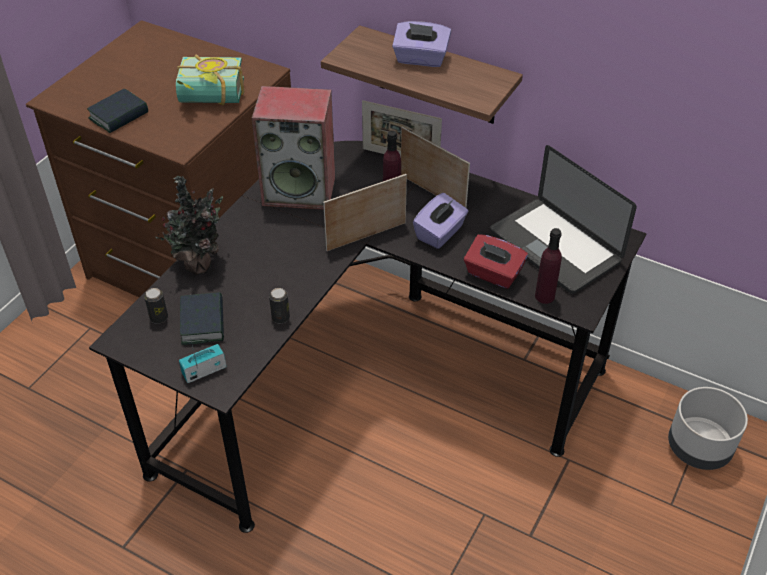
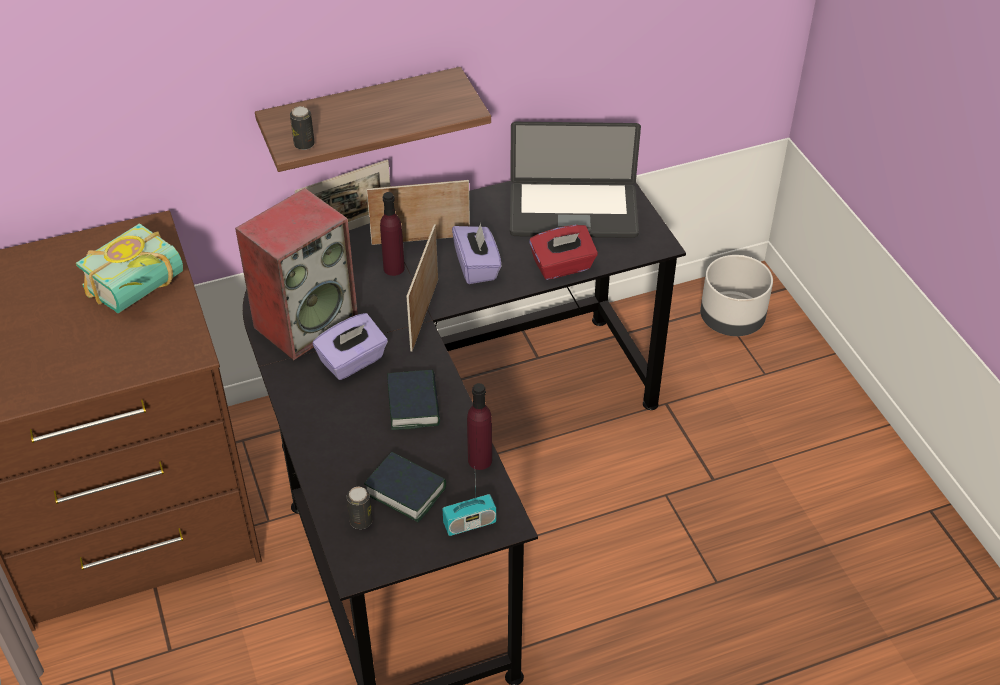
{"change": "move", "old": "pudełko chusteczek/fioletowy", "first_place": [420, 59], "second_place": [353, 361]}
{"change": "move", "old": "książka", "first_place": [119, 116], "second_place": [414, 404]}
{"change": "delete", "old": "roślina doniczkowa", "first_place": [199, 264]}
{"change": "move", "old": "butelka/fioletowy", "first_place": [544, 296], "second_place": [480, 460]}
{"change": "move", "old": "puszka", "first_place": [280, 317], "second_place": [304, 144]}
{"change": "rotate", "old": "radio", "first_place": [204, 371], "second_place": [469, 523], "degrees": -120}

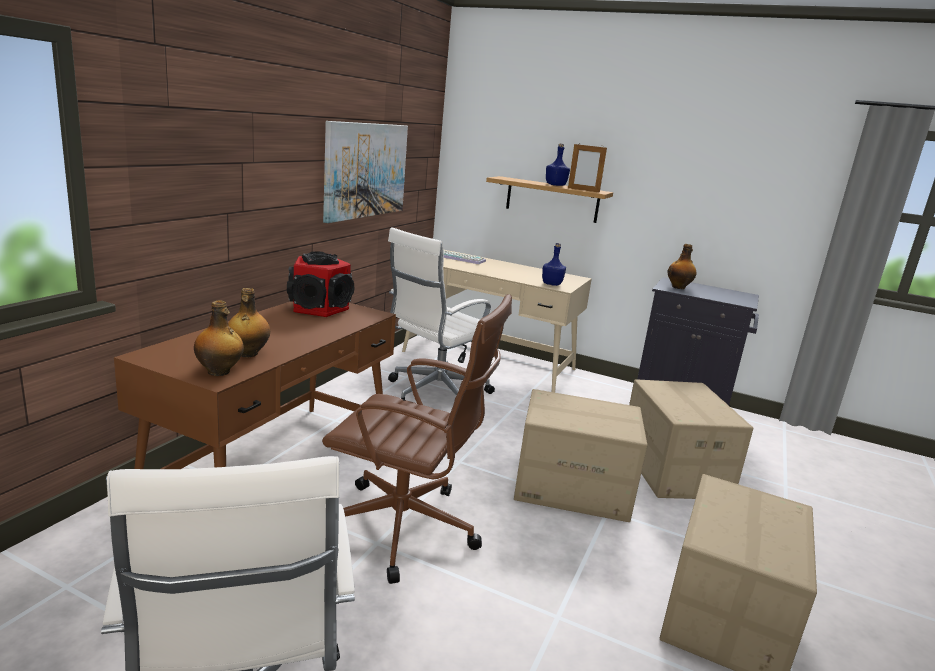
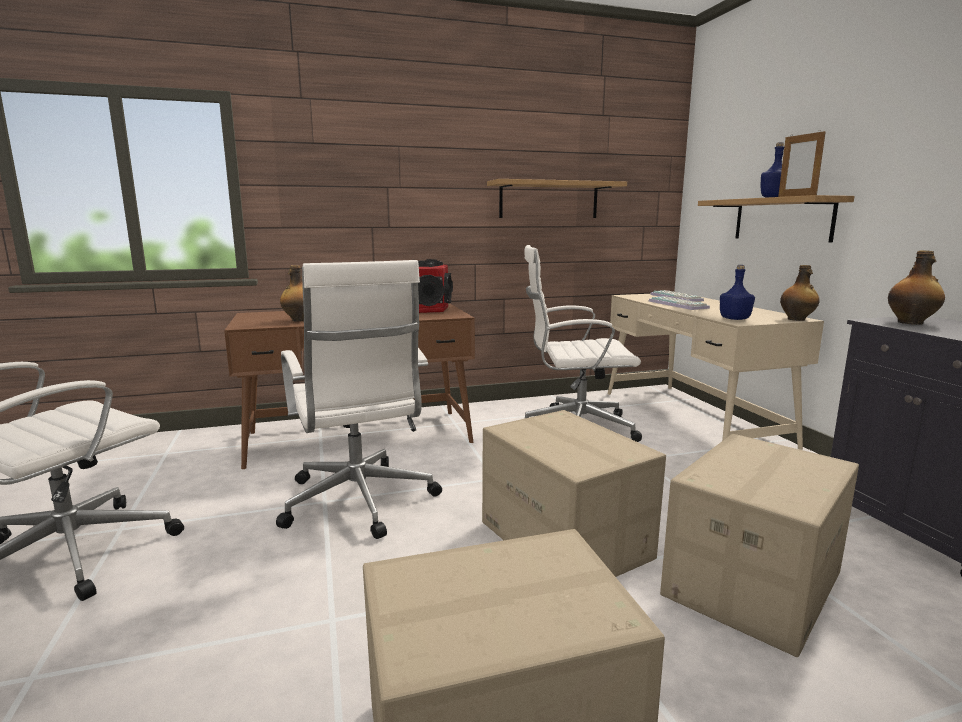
{"change": "replace", "old": "obraz", "new": "półka", "first_place": [366, 170], "second_place": [549, 200]}
{"change": "recolor", "old": "krzesło biurowe/brązowy", "new": "krzesło biurowe/biały", "first_place": [405, 529], "second_place": [359, 502]}
{"change": "move", "old": "butelka", "first_place": [219, 372], "second_place": [796, 319]}
{"change": "insert", "new": "klawiatura", "second_place": [679, 304]}

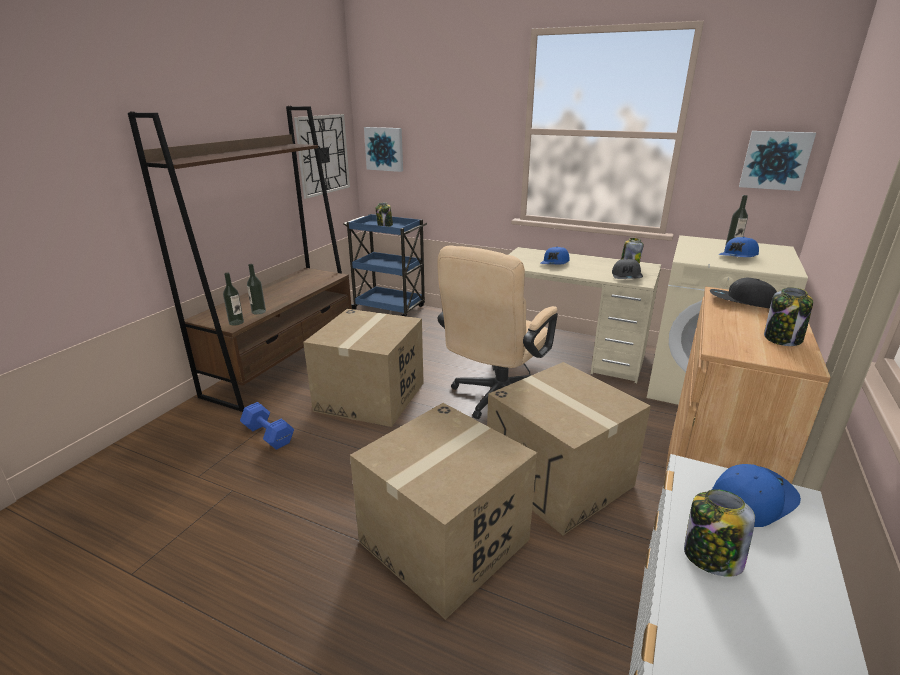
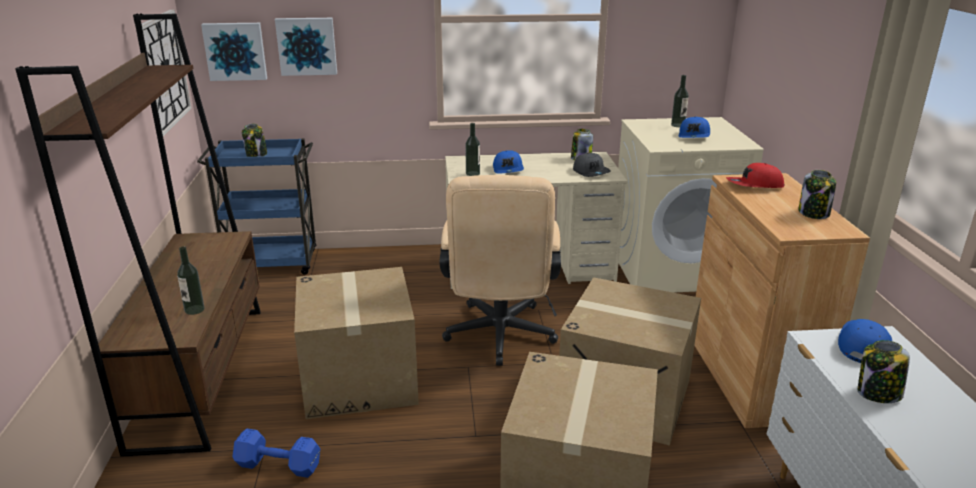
{"change": "move", "old": "obraz", "first_place": [775, 160], "second_place": [307, 46]}
{"change": "move", "old": "butelka", "first_place": [236, 322], "second_place": [472, 173]}
{"change": "recolor", "old": "czapka z daszkiem/czarny", "new": "czapka z daszkiem/czerwony", "first_place": [741, 302], "second_place": [754, 185]}

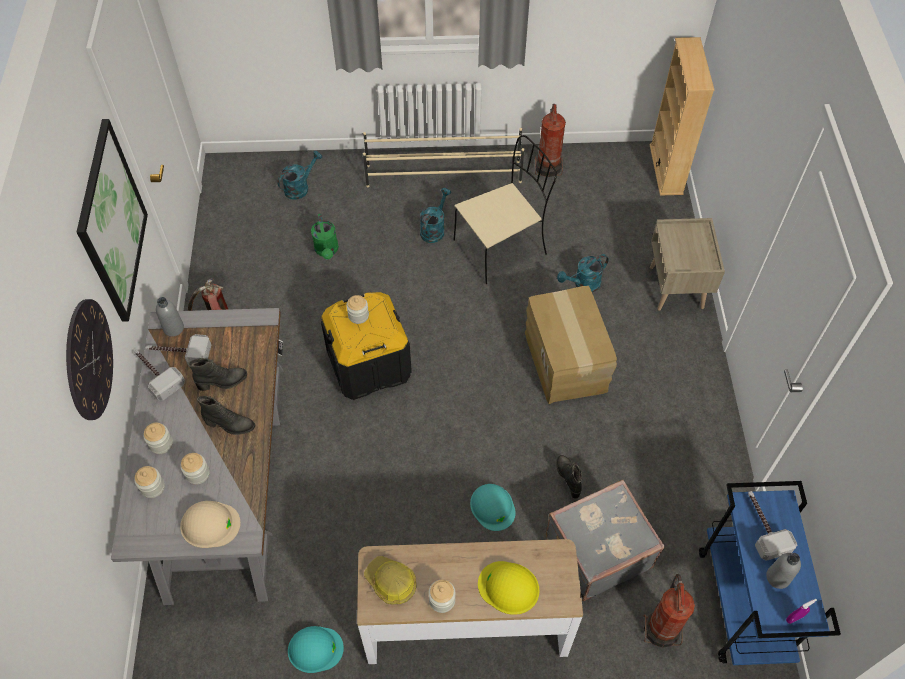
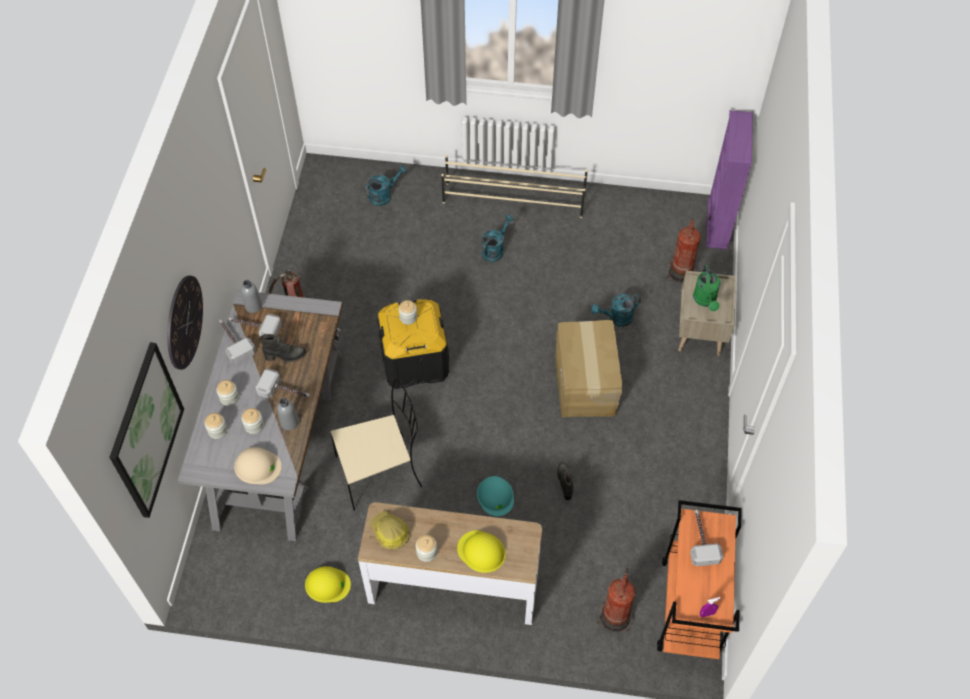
{"change": "recolor", "old": "regał/beżowy", "new": "regał/fioletowy", "first_place": [666, 169], "second_place": [718, 223]}
{"change": "move", "old": "gaśnica", "first_place": [548, 166], "second_place": [681, 272]}
{"change": "move", "old": "obraz", "first_place": [112, 222], "second_place": [146, 431]}
{"change": "move", "old": "krzesło/beżowy", "first_place": [502, 246], "second_place": [381, 471]}
{"change": "move", "old": "konewka/zielony", "first_place": [327, 251], "second_place": [705, 300]}
{"change": "replace", "old": "but z cholewką/czarny", "new": "młotek", "first_place": [230, 425], "second_place": [285, 391]}
{"change": "delete", "old": "walizka/szary", "first_place": [596, 550]}
{"change": "recolor", "old": "wózek/niebieski", "new": "wózek/pomarańczowy", "first_place": [744, 604], "second_place": [690, 609]}
{"change": "move", "old": "butelka/szary", "first_place": [778, 577], "second_place": [289, 422]}
{"change": "recolor", "old": "kask/turkusowy", "new": "kask/żółty", "first_place": [315, 649], "second_place": [327, 584]}

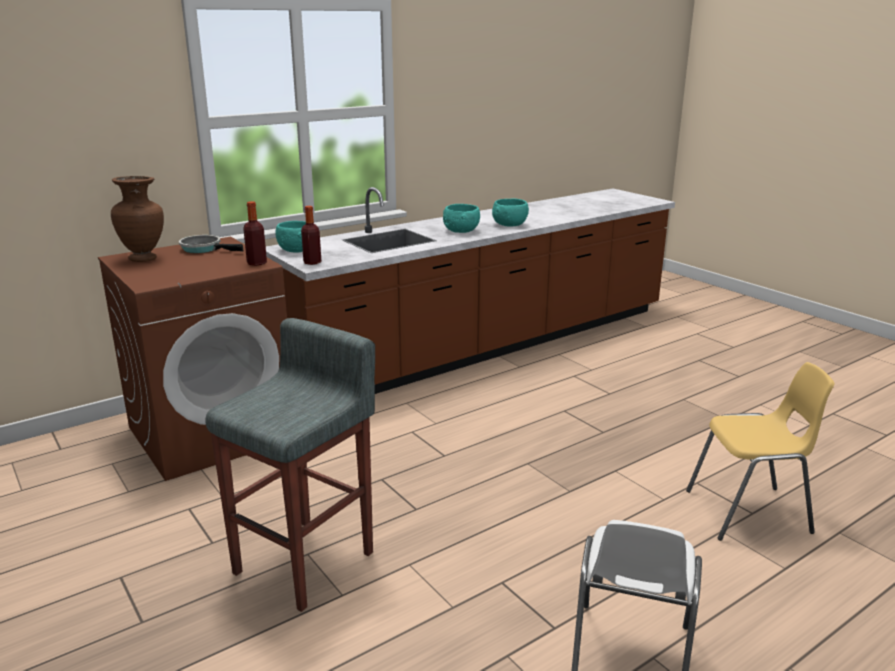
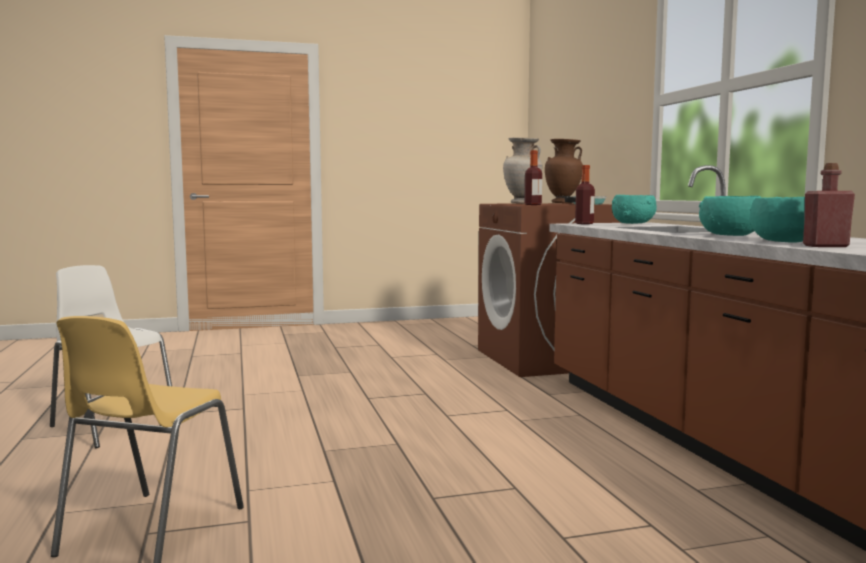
{"change": "delete", "old": "stołek/szary", "first_place": [307, 562]}
{"change": "insert", "new": "wazon/beżowy", "second_place": [521, 203]}
{"change": "insert", "new": "butelka/czerwony", "second_place": [825, 246]}

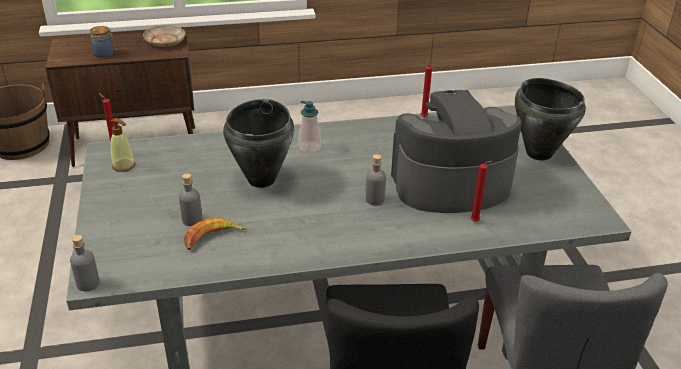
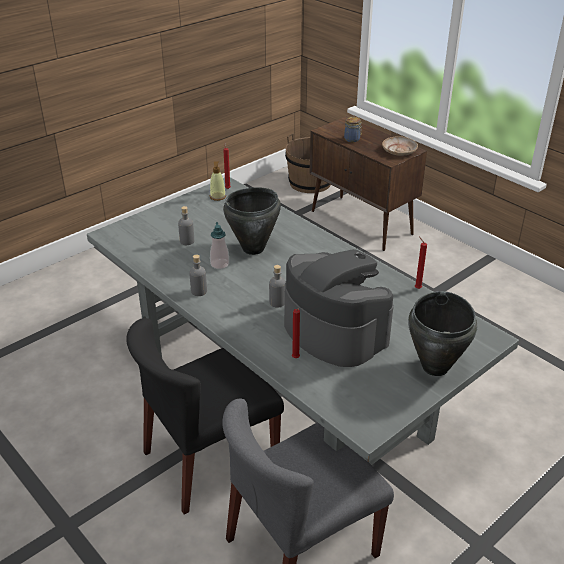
{"change": "move", "old": "dozownik mydła", "first_place": [309, 148], "second_place": [219, 264]}
{"change": "delete", "old": "banan", "first_place": [212, 238]}
{"change": "move", "old": "butelka/szary", "first_place": [88, 283], "second_place": [199, 291]}

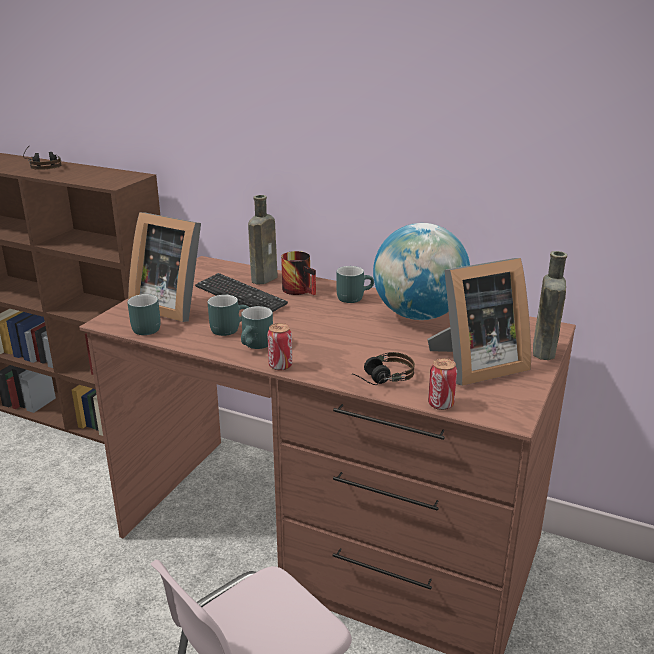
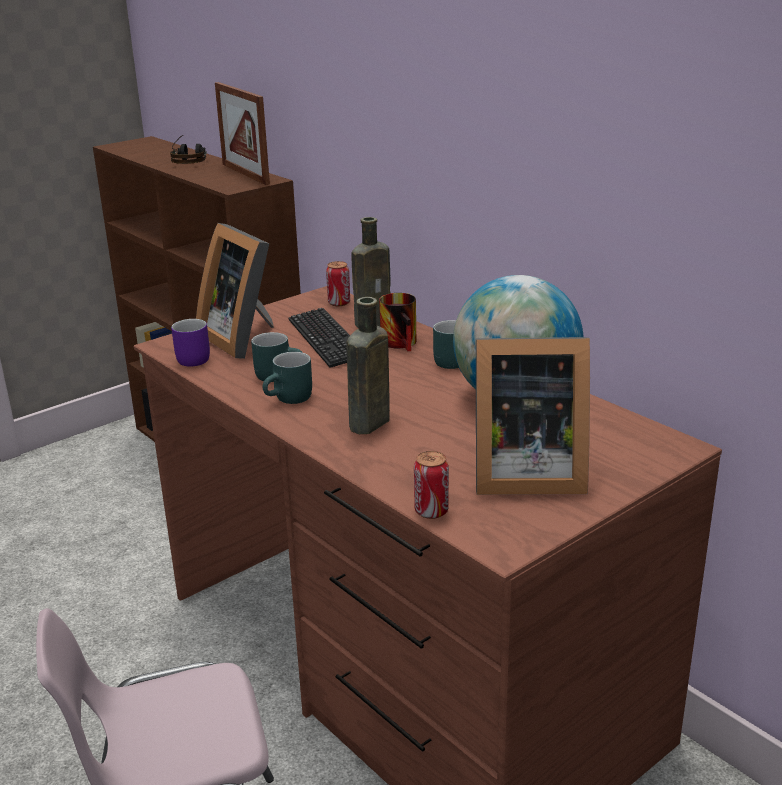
{"change": "move", "old": "butelka/brązowy", "first_place": [544, 352], "second_place": [367, 425]}
{"change": "recolor", "old": "kubek/turkusowy", "new": "kubek/fioletowy", "first_place": [143, 328], "second_place": [192, 358]}
{"change": "move", "old": "puszka", "first_place": [280, 366], "second_place": [339, 303]}
{"change": "delete", "old": "słuchawki", "first_place": [379, 379]}
{"change": "insert", "new": "ramka na zdjęcie", "second_place": [245, 174]}

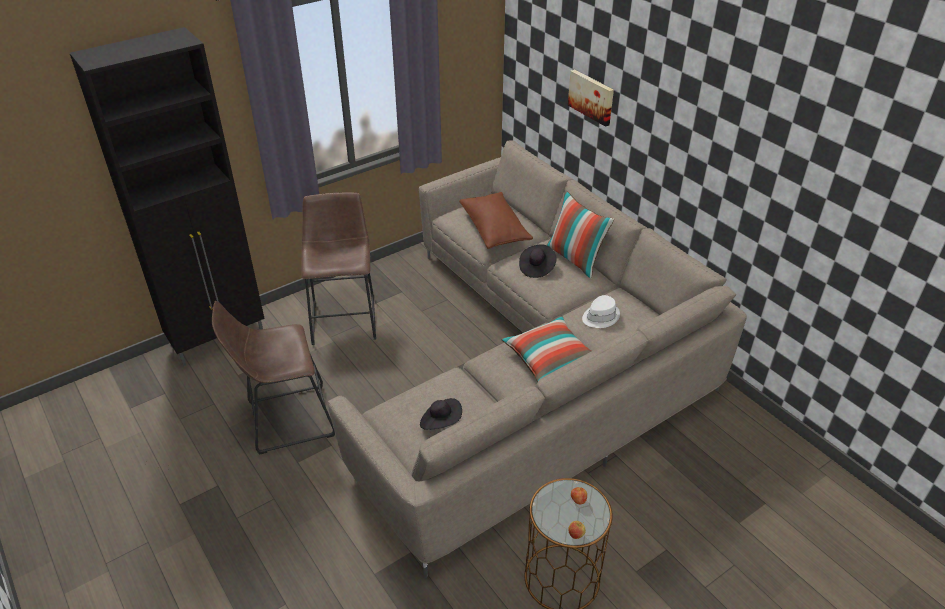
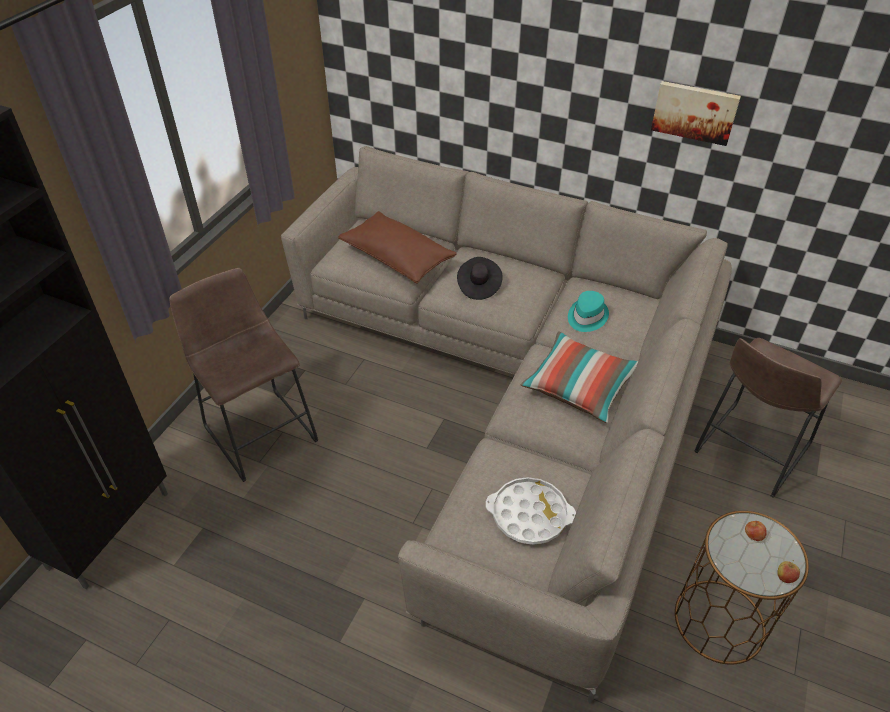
{"change": "move", "old": "obraz", "first_place": [591, 97], "second_place": [695, 112]}
{"change": "delete", "old": "poduszka", "first_place": [575, 259]}
{"change": "recolor", "old": "kapelusz/biały", "new": "kapelusz/turkusowy", "first_place": [600, 316], "second_place": [586, 317]}
{"change": "move", "old": "stołek/brązowy", "first_place": [285, 420], "second_place": [748, 452]}
{"change": "replace", "old": "kapelusz/czarny", "new": "taca/biały", "first_place": [441, 422], "second_place": [529, 515]}

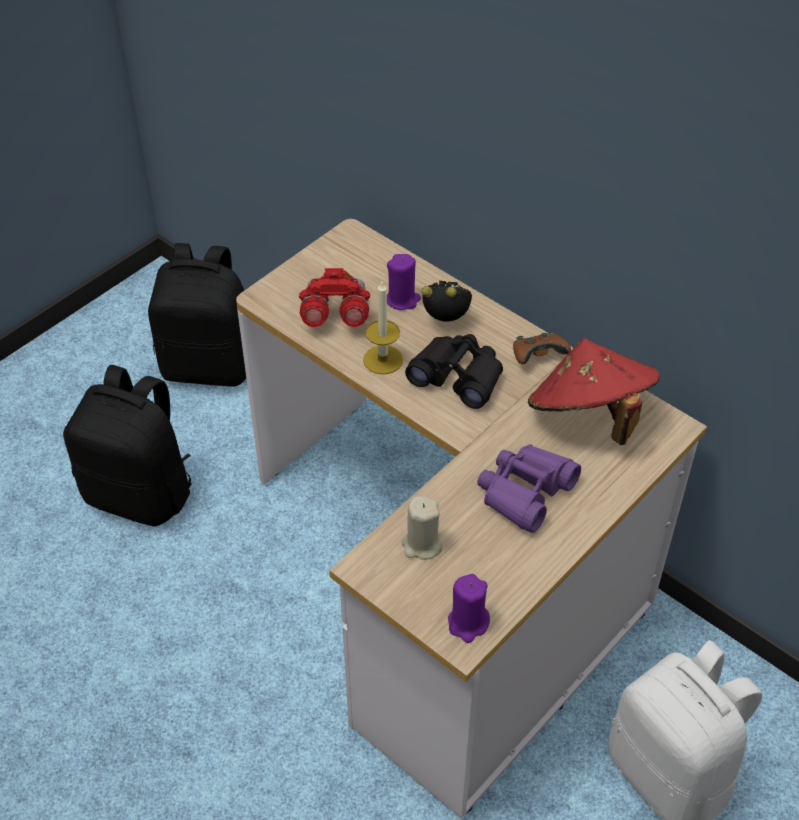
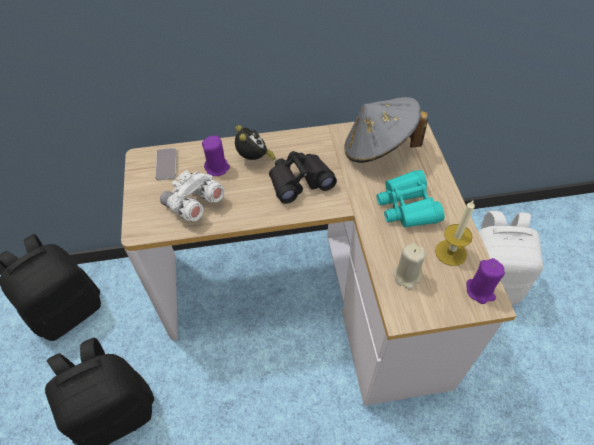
{"change": "recolor", "old": "lornetka/czerwony", "new": "lornetka/biały", "first_place": [334, 315], "second_place": [194, 205]}
{"change": "rotate", "old": "budzik", "first_place": [448, 320], "second_place": [254, 159], "degrees": 105}
{"change": "move", "old": "świeca", "first_place": [383, 360], "second_place": [450, 252]}
{"change": "delete", "old": "pad do gier/brązowy", "first_place": [537, 357]}
{"change": "recolor", "old": "kapelusz/czerwony", "new": "kapelusz/szary", "first_place": [588, 417], "second_place": [378, 149]}
{"change": "recolor", "old": "lornetka/fioletowy", "new": "lornetka/turkusowy", "first_place": [525, 492], "second_place": [407, 206]}
{"change": "insert", "new": "telefon", "second_place": [166, 164]}

